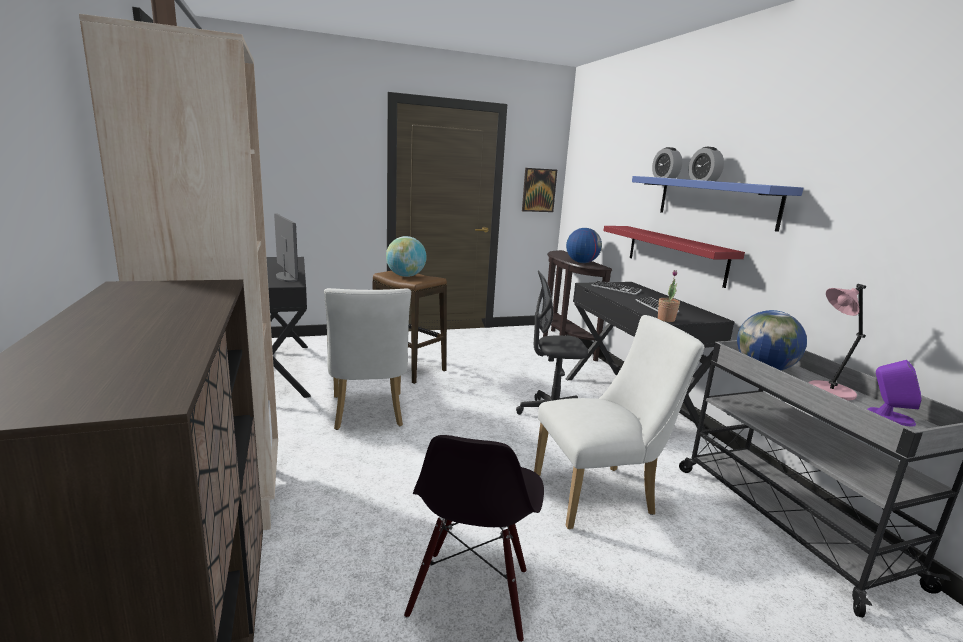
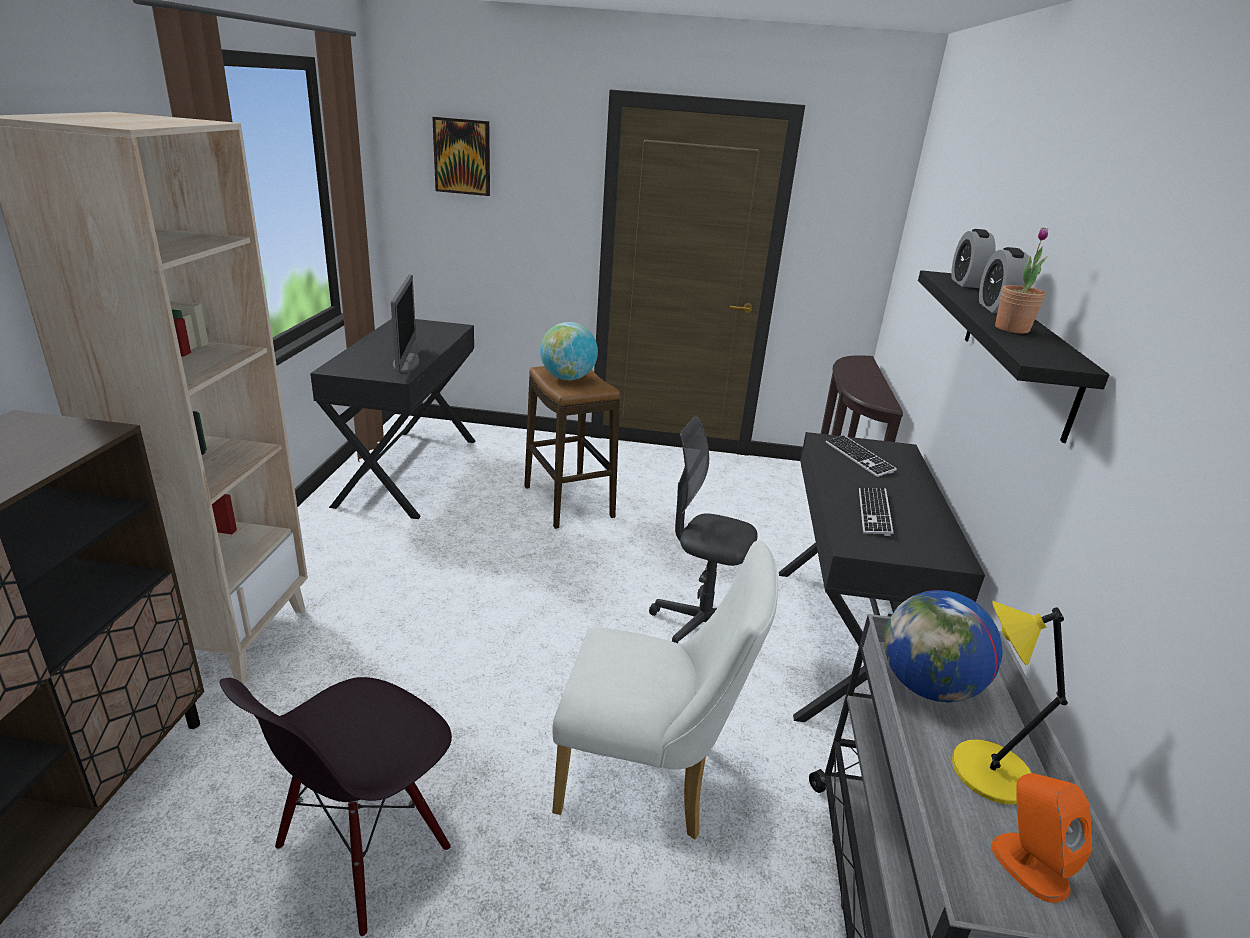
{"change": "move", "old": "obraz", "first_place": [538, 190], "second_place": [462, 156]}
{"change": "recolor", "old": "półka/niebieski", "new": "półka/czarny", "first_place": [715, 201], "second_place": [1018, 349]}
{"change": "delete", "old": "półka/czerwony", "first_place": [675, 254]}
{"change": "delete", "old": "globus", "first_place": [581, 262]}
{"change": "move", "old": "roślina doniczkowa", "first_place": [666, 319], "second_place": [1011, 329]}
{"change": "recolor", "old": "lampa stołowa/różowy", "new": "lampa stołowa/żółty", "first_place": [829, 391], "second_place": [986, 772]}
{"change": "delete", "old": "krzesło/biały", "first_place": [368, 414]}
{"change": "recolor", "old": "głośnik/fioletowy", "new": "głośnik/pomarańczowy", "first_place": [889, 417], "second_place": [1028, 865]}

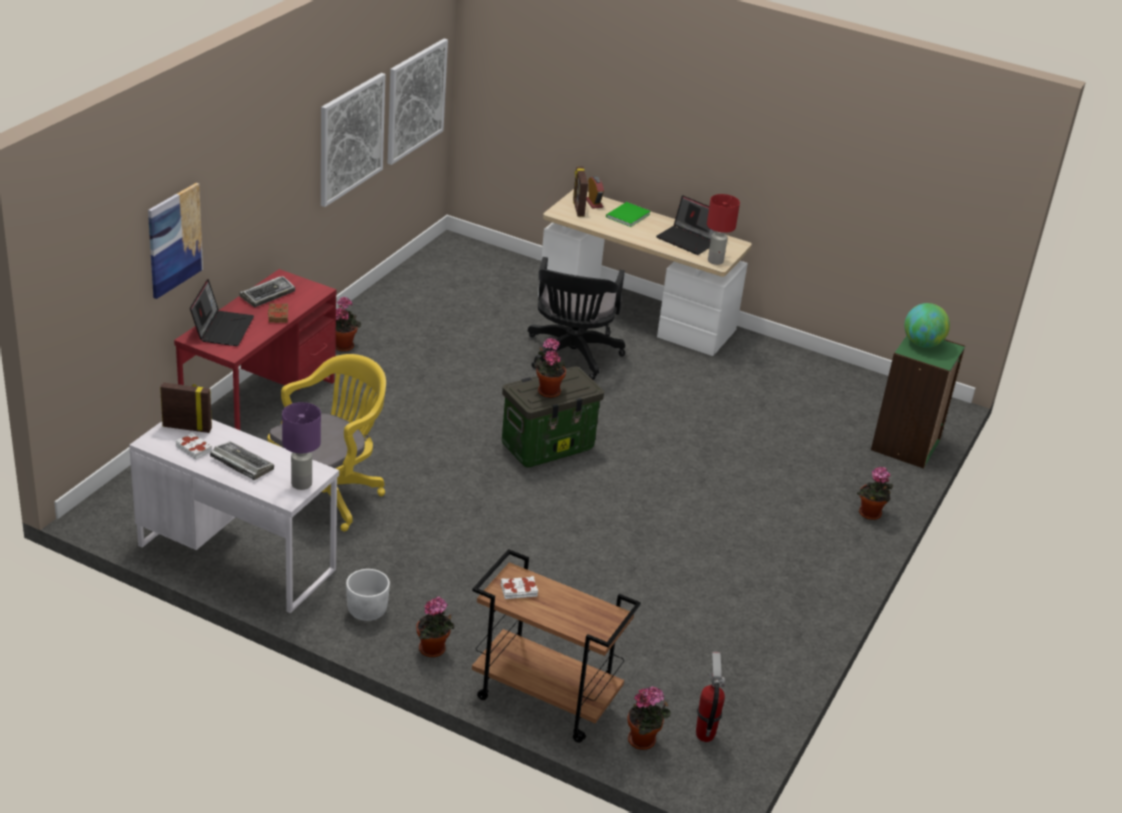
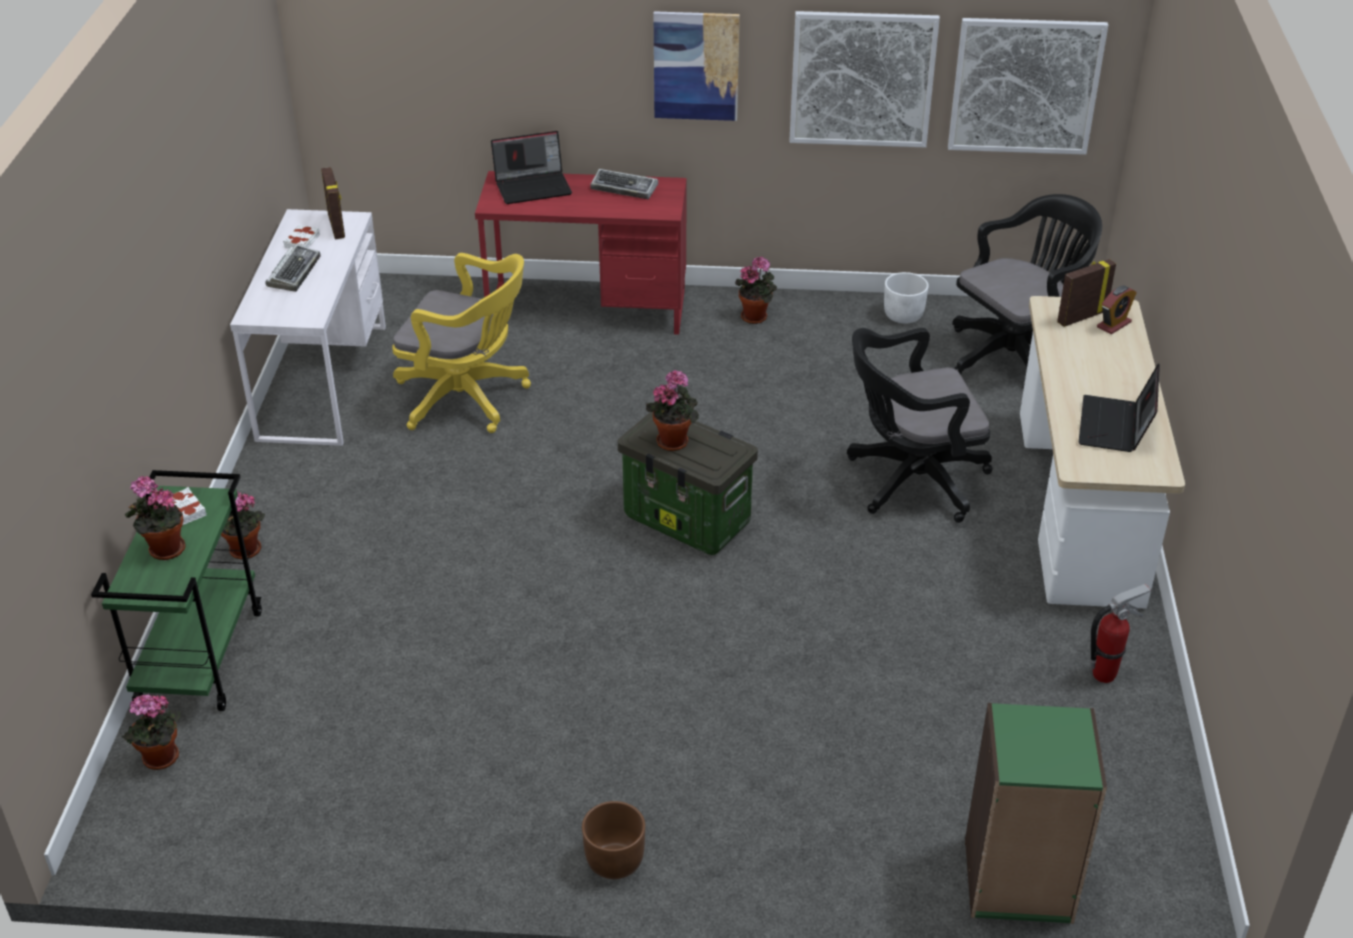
{"change": "move", "old": "obraz", "first_place": [174, 240], "second_place": [696, 66]}
{"change": "delete", "old": "lampa stołowa/czerwony", "first_place": [715, 260]}
{"change": "delete", "old": "książka/zielony", "first_place": [626, 216]}
{"change": "delete", "old": "książka/brązowy", "first_place": [277, 315]}
{"change": "delete", "old": "globus", "first_place": [922, 344]}
{"change": "delete", "old": "lampa stołowa/fioletowy", "first_place": [301, 484]}
{"change": "move", "old": "roślina doniczkowa", "first_place": [870, 515], "second_place": [163, 550]}
{"change": "recolor", "old": "wózek/brązowy", "new": "wózek/zielony", "first_place": [543, 699], "second_place": [199, 657]}
{"change": "move", "old": "donica/biały", "first_place": [366, 611], "second_place": [903, 315]}
{"change": "move", "old": "gaśnica", "first_place": [705, 734], "second_place": [1104, 674]}
{"change": "insert", "new": "krzesło biurowe/czarny", "second_place": [1016, 355]}
{"change": "insert", "new": "donica/brązowy", "second_place": [615, 860]}

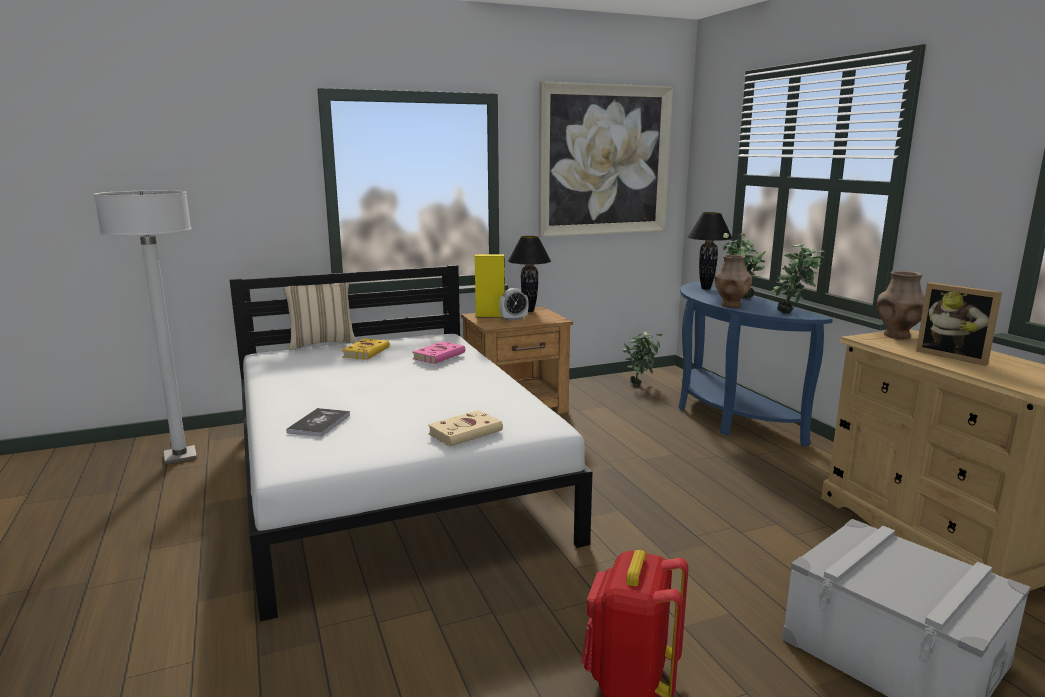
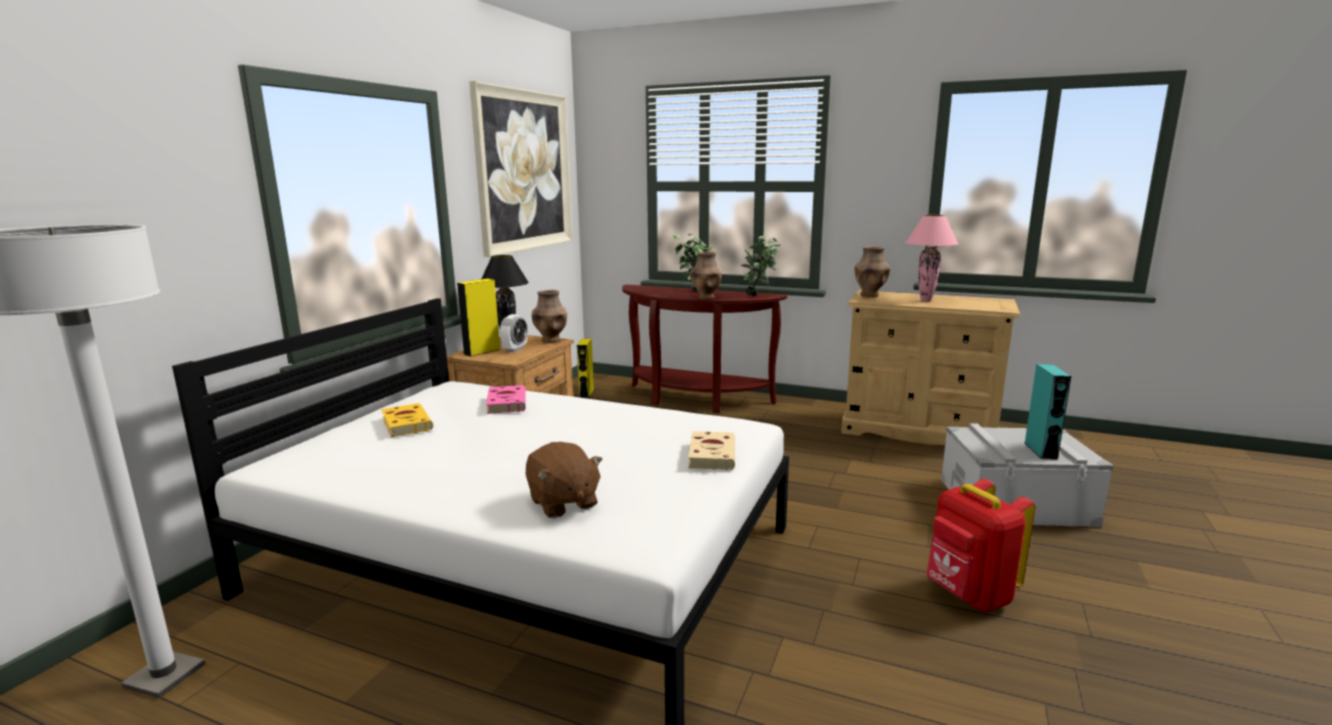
{"change": "delete", "old": "lampa stołowa/czarny", "first_place": [706, 289]}
{"change": "recolor", "old": "stolik konsolowy/niebieski", "new": "stolik konsolowy/brązowy", "first_place": [726, 416], "second_place": [694, 400]}
{"change": "delete", "old": "poduszka/beżowy", "first_place": [322, 343]}
{"change": "replace", "old": "ramka na zdjęcie", "new": "lampa stołowa/różowy", "first_place": [953, 356], "second_place": [926, 300]}
{"change": "replace", "old": "roślina doniczkowa", "new": "głośnik/żółty", "first_place": [640, 383], "second_place": [586, 393]}
{"change": "replace", "old": "książka", "new": "pluszak/brązowy", "first_place": [319, 423], "second_place": [563, 503]}
{"change": "insert", "new": "wazon/brązowy", "second_place": [551, 340]}
{"change": "insert", "new": "głośnik/turkusowy", "second_place": [1040, 450]}

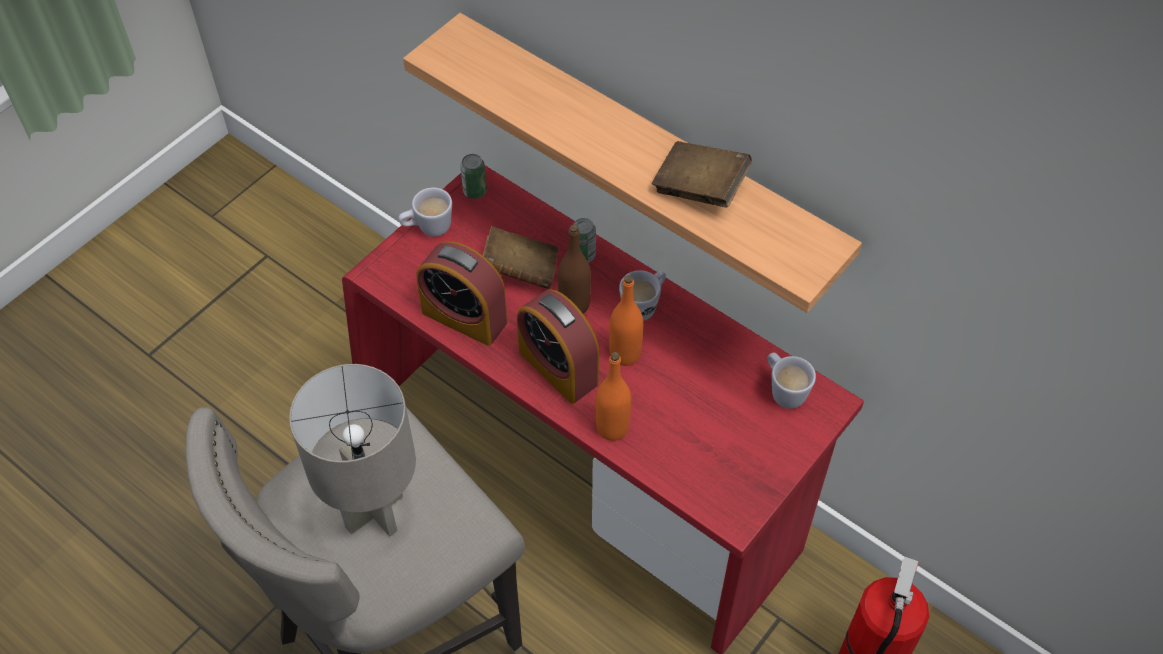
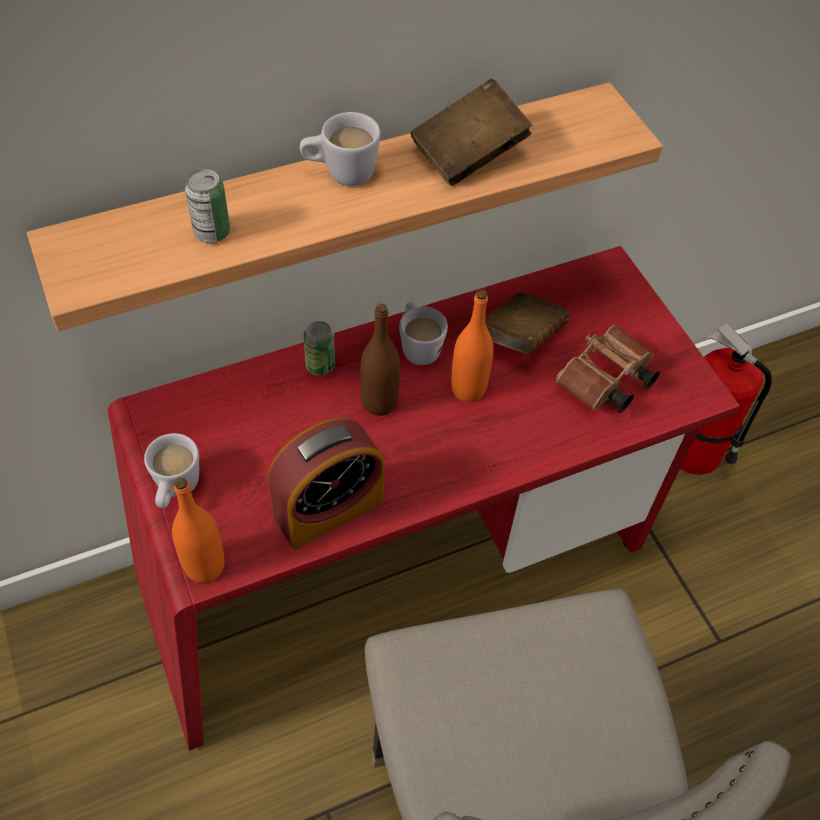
{"change": "move", "old": "puszka", "first_place": [475, 191], "second_place": [212, 232]}
{"change": "move", "old": "książka/brązowy", "first_place": [520, 270], "second_place": [521, 338]}
{"change": "delete", "old": "budzik", "first_place": [558, 367]}
{"change": "move", "old": "butelka/pomarańczowy", "first_place": [612, 428], "second_place": [204, 566]}
{"change": "move", "old": "kubek/biały", "first_place": [783, 390], "second_place": [340, 174]}
{"change": "delete", "old": "lampa stołowa/szary", "first_place": [374, 513]}
{"change": "insert", "new": "lornetka/brązowy", "second_place": [604, 383]}

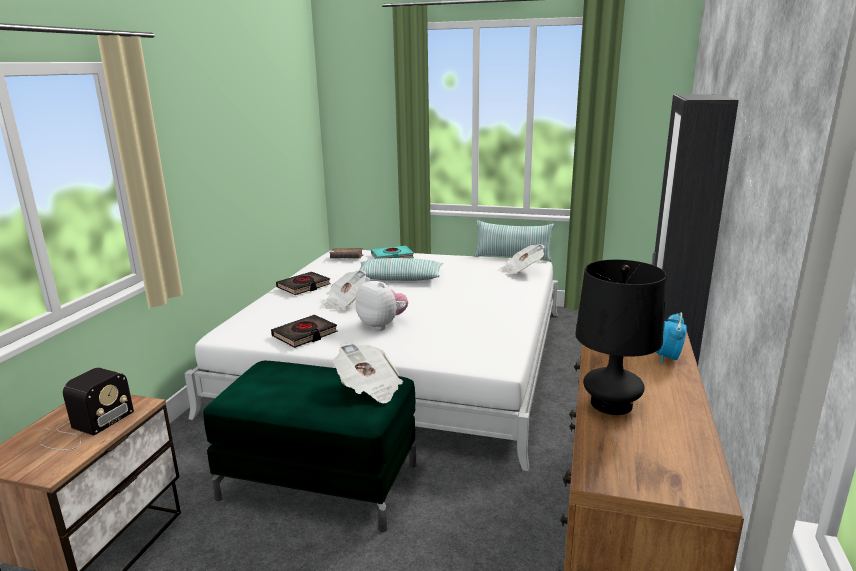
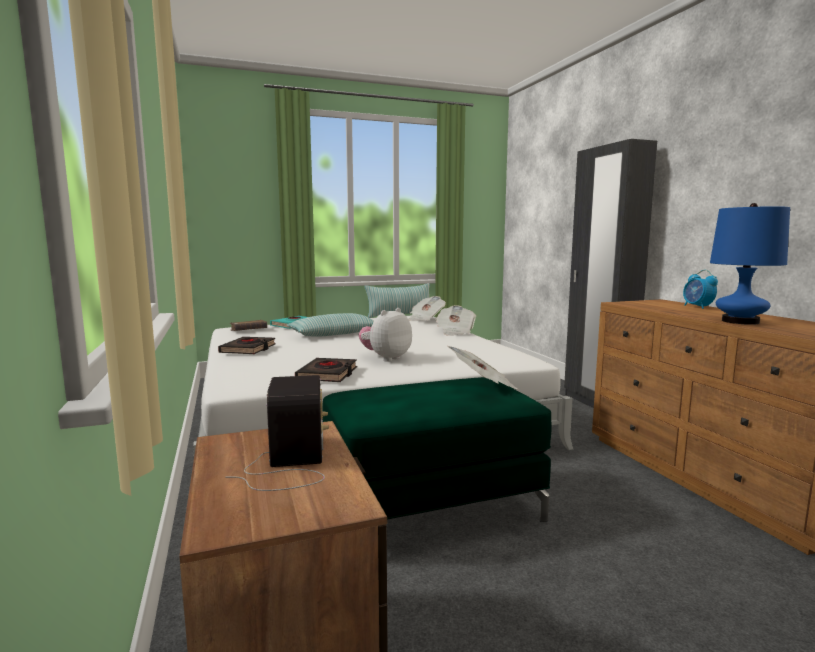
{"change": "recolor", "old": "lampa stołowa/czarny", "new": "lampa stołowa/niebieski", "first_place": [611, 404], "second_place": [740, 321]}
{"change": "move", "old": "gazeta", "first_place": [345, 303], "second_place": [455, 332]}
{"change": "rotate", "old": "pluszak", "first_place": [382, 325], "second_place": [386, 358], "degrees": -60}

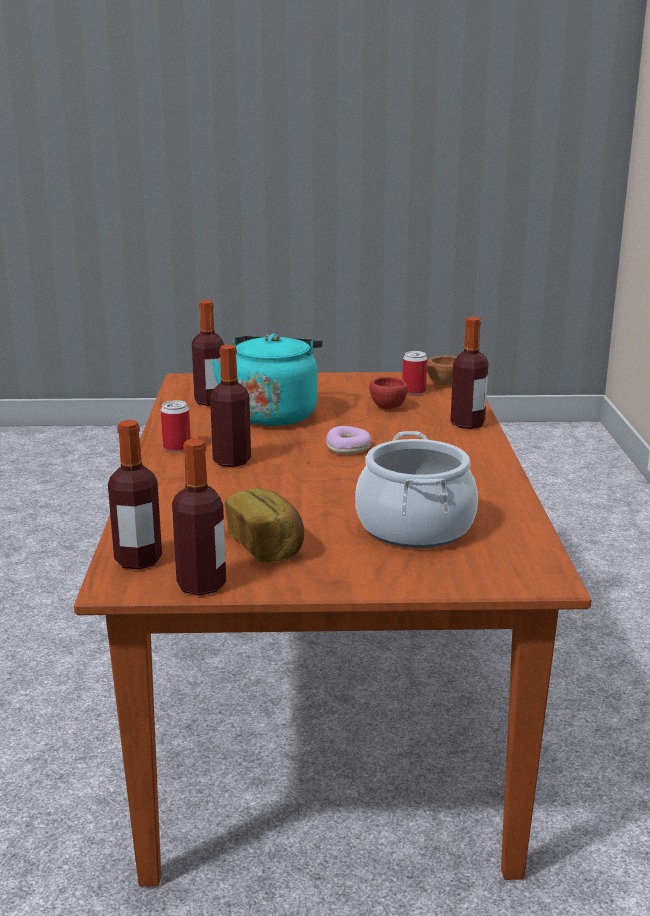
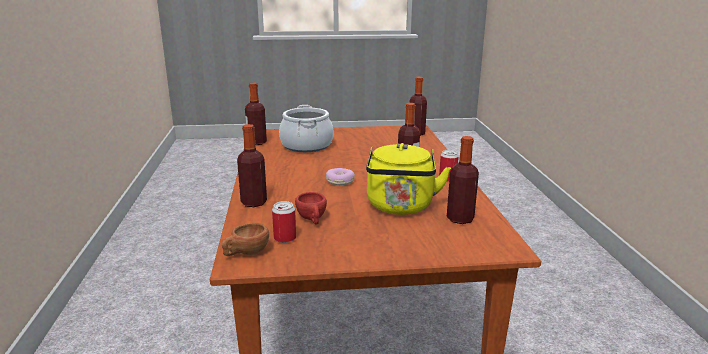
{"change": "recolor", "old": "czajnik/turkusowy", "new": "czajnik/żółty", "first_place": [274, 414], "second_place": [400, 207]}
{"change": "move", "old": "butelka", "first_place": [201, 585], "second_place": [257, 142]}
{"change": "delete", "old": "chleb", "first_place": [266, 546]}

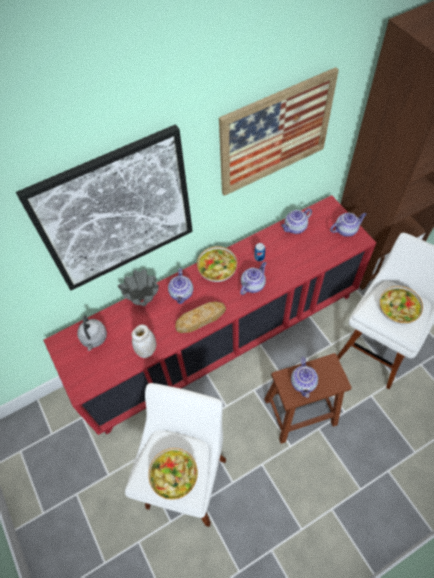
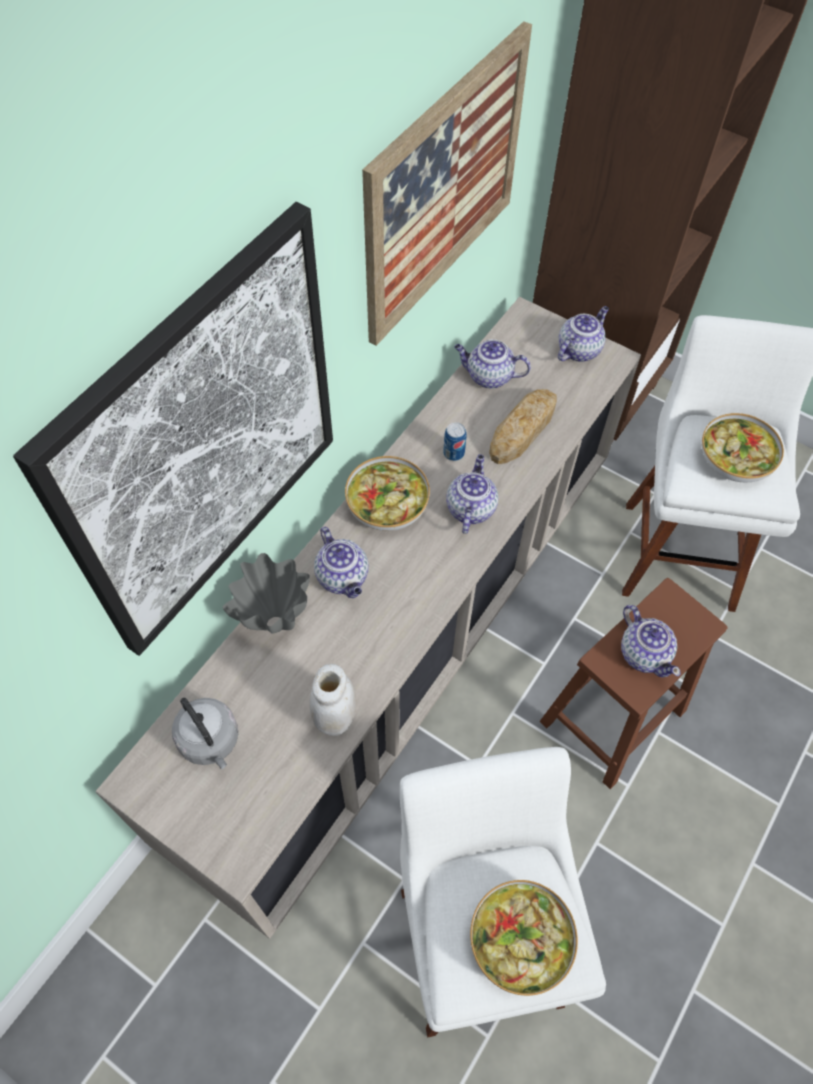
{"change": "recolor", "old": "szafka/czerwony", "new": "szafka/beżowy", "first_place": [220, 340], "second_place": [404, 647]}
{"change": "rotate", "old": "imbryk", "first_place": [295, 228], "second_place": [488, 377], "degrees": 75}
{"change": "move", "old": "chleb", "first_place": [201, 319], "second_place": [523, 429]}

